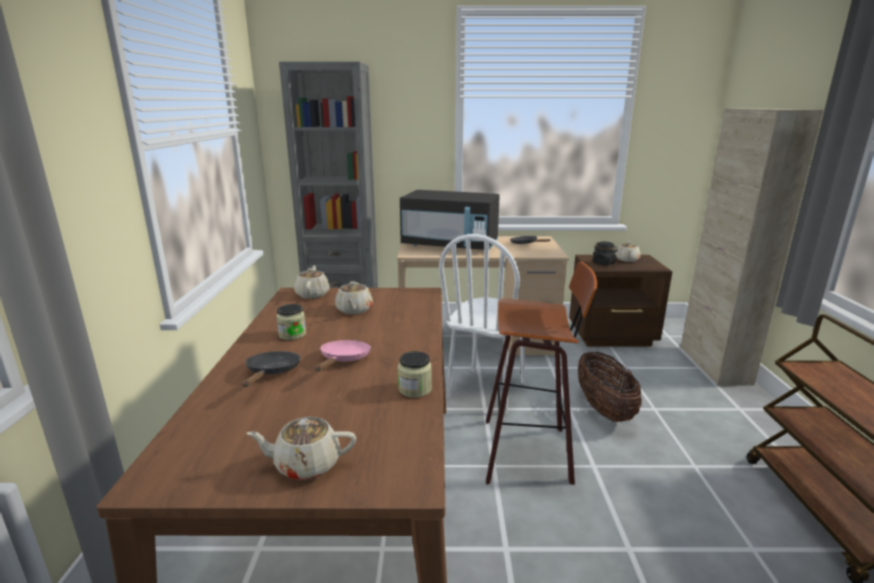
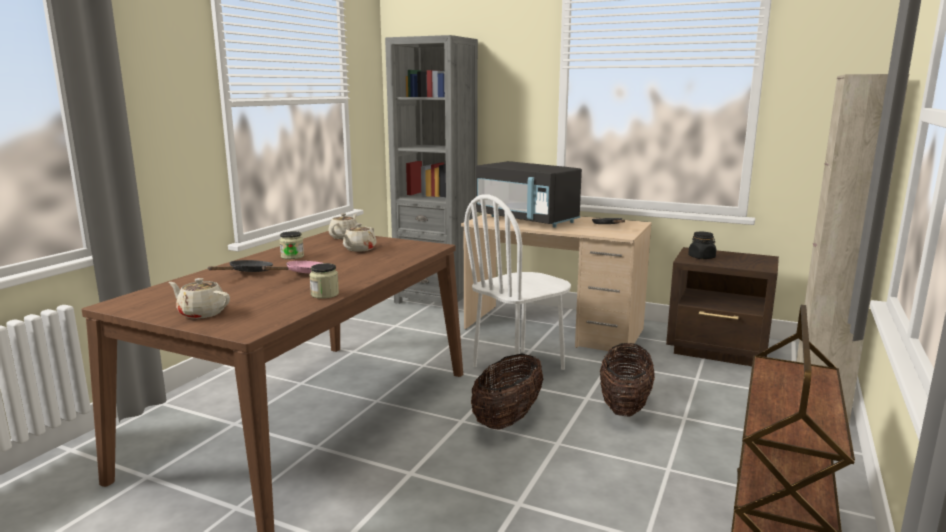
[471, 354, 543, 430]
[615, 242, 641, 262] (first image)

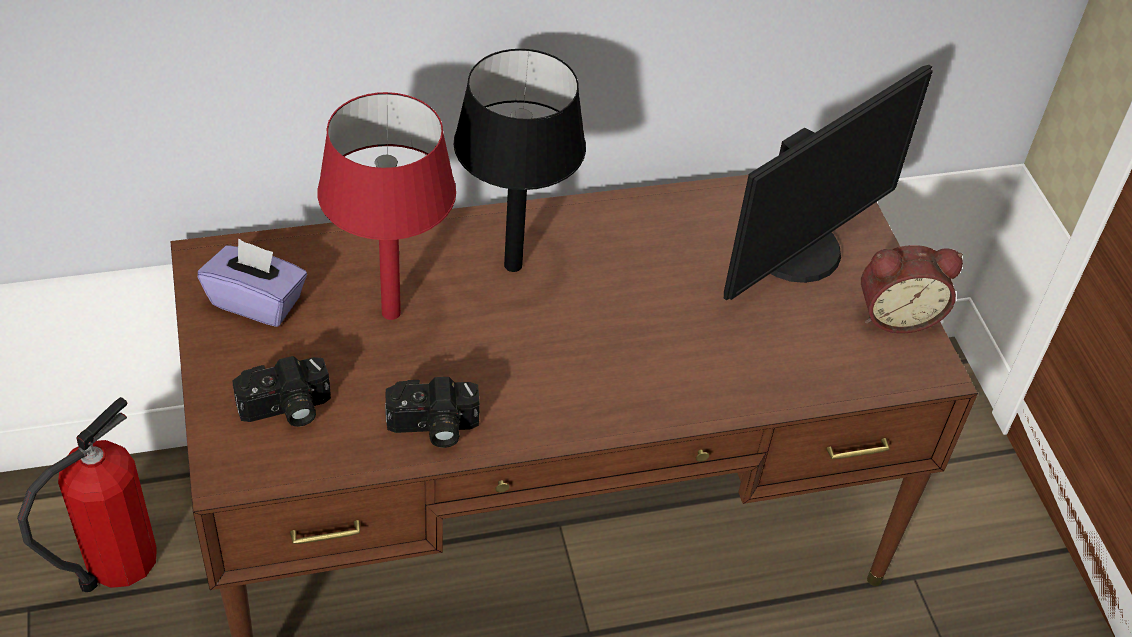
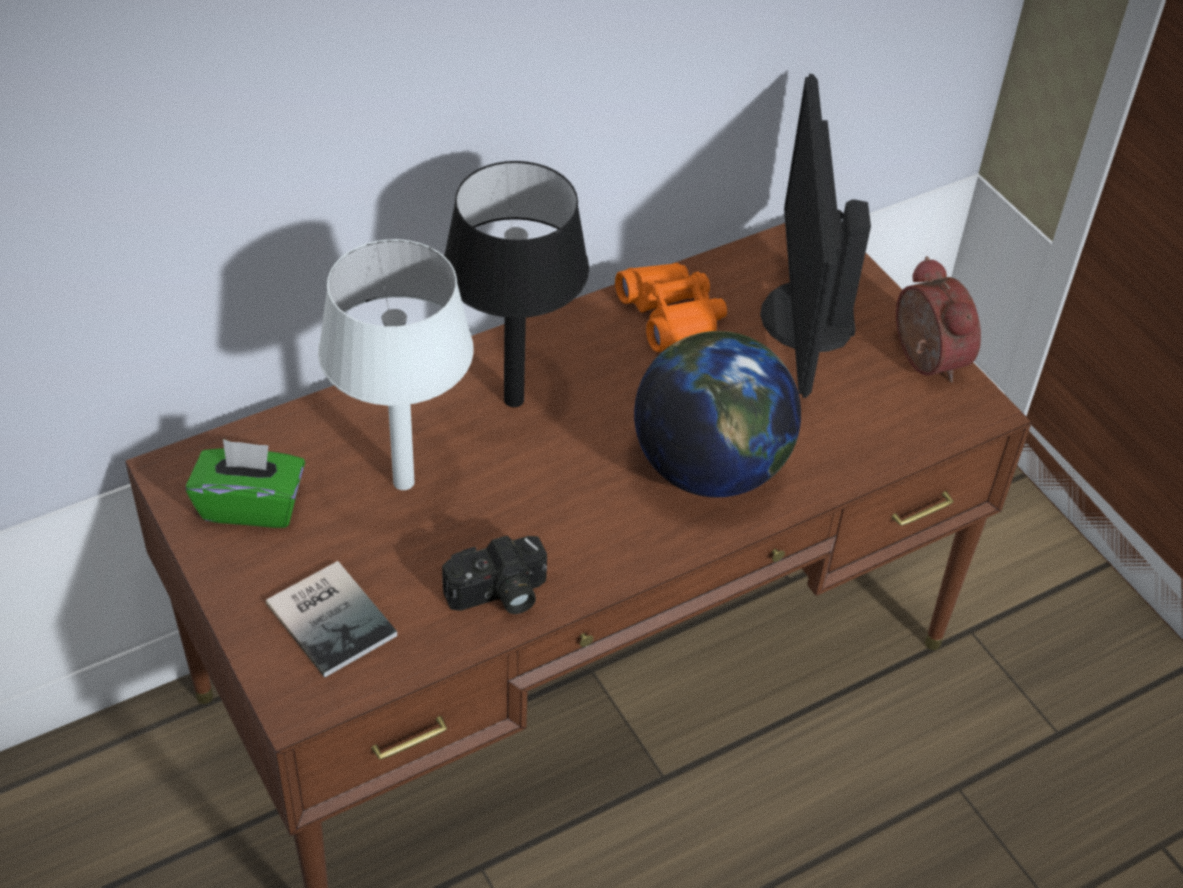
[17, 397, 157, 592] (first image)
[186, 439, 305, 528]
[266, 561, 397, 678]
[318, 239, 474, 490]
[760, 74, 871, 398]
[896, 256, 981, 382]
[615, 263, 727, 352]
[634, 331, 801, 497]

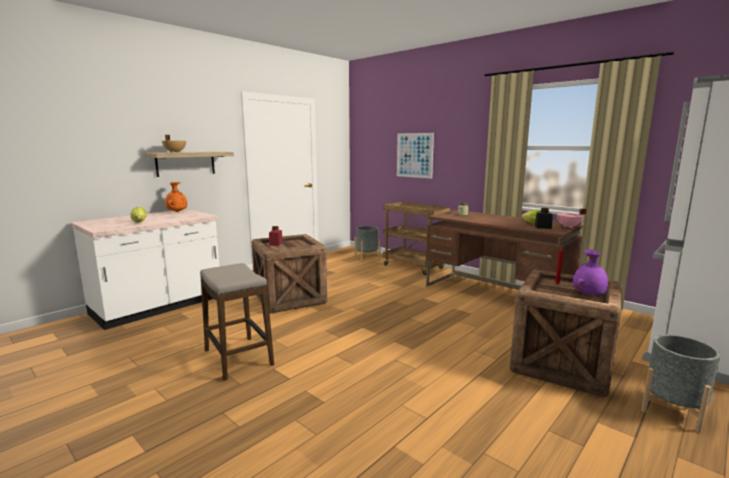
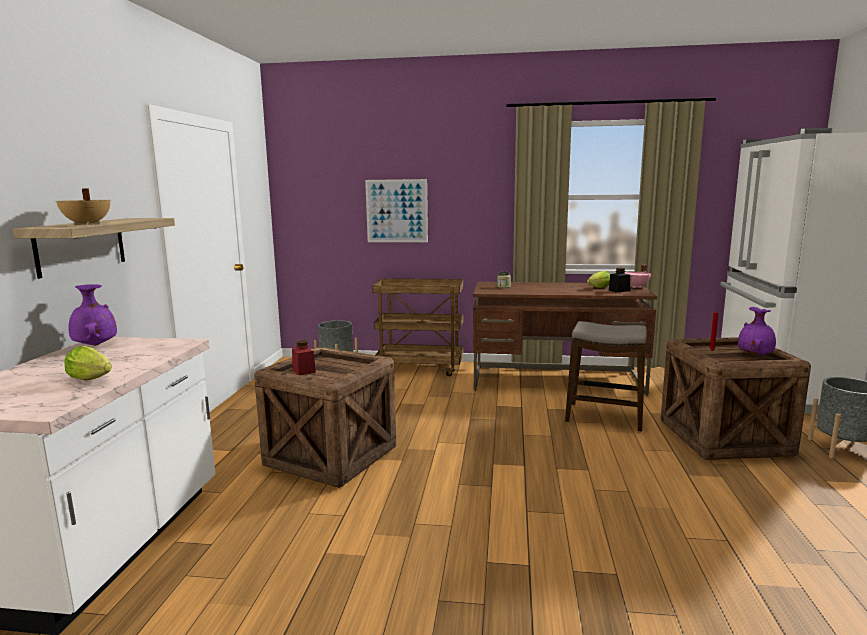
[68, 284, 117, 346]
[565, 321, 647, 432]

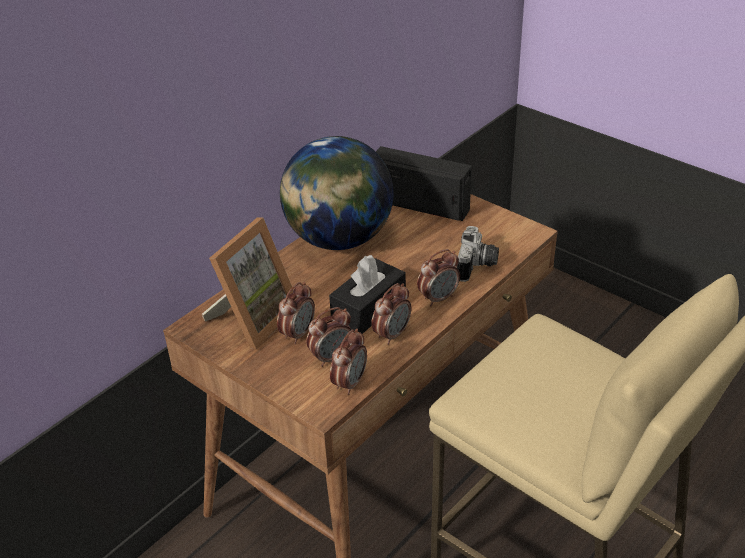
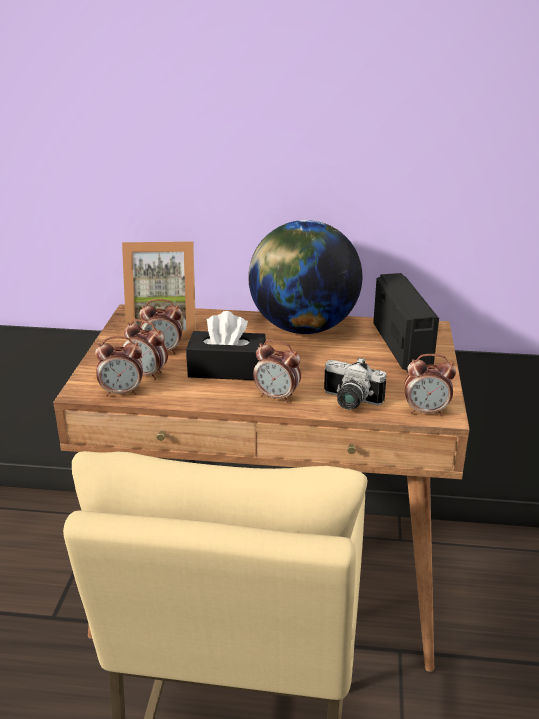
[404, 354, 456, 416]
[324, 357, 387, 410]

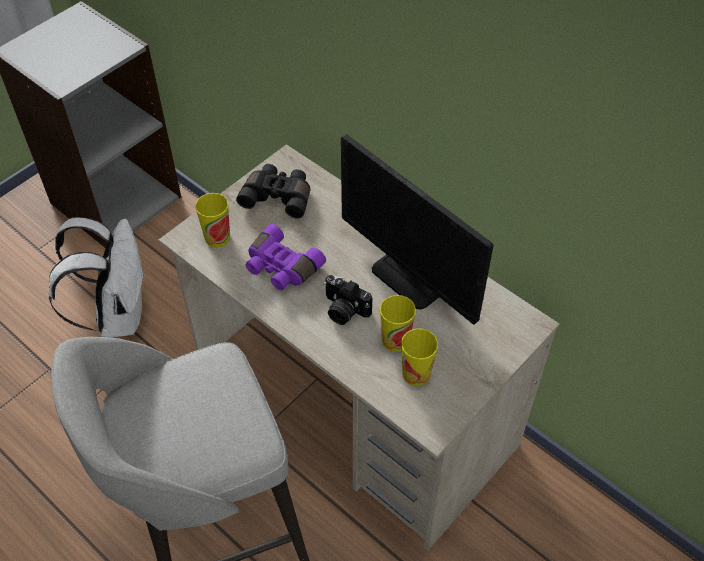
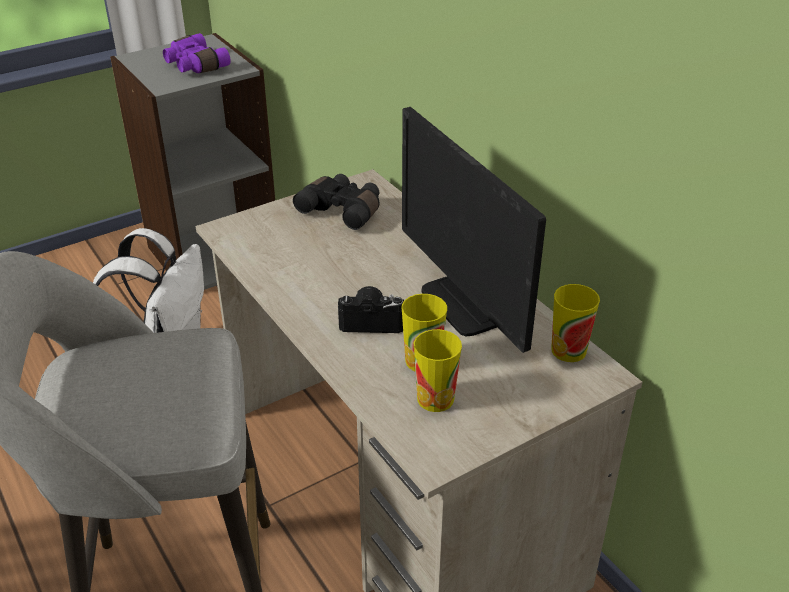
[551, 284, 600, 362]
[163, 33, 231, 73]
[338, 286, 404, 333]

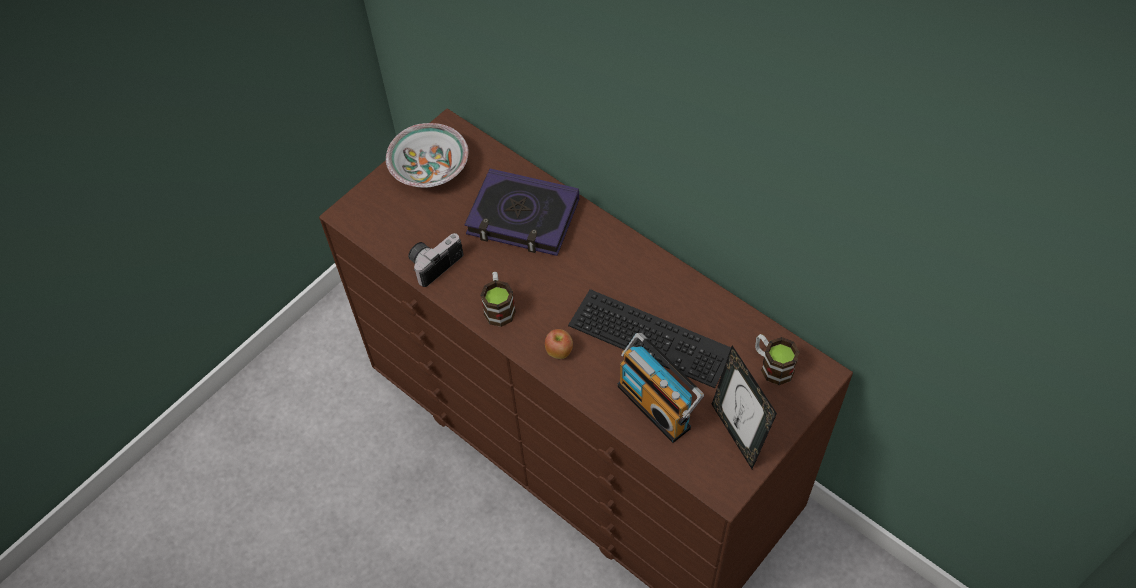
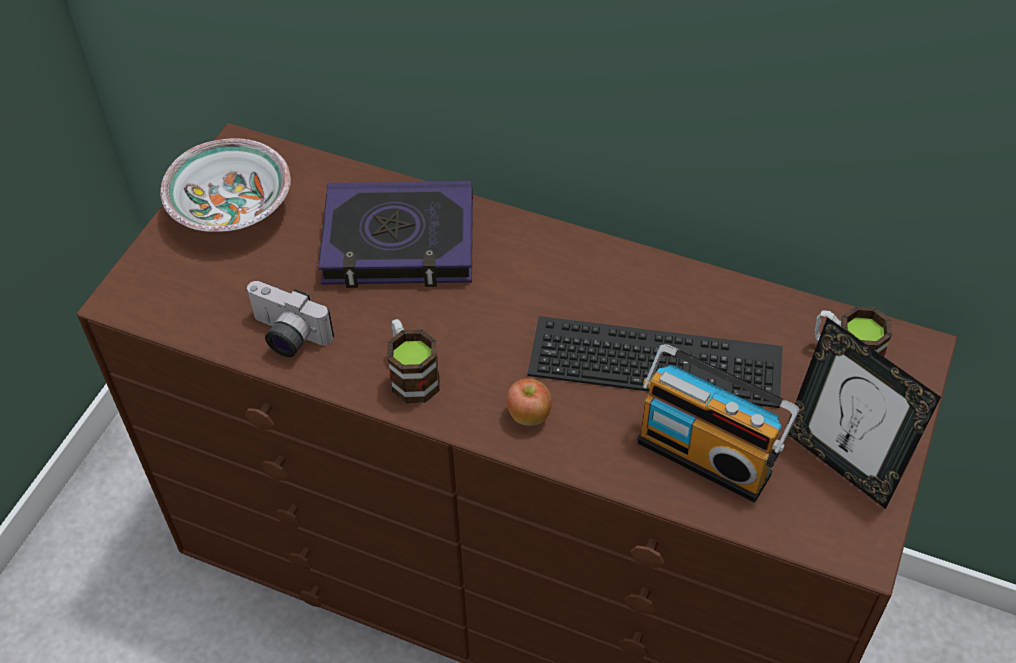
[246, 281, 334, 357]

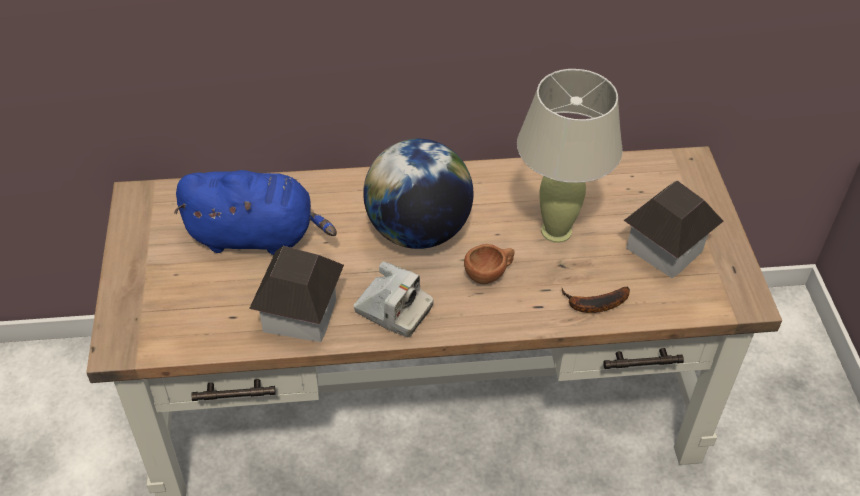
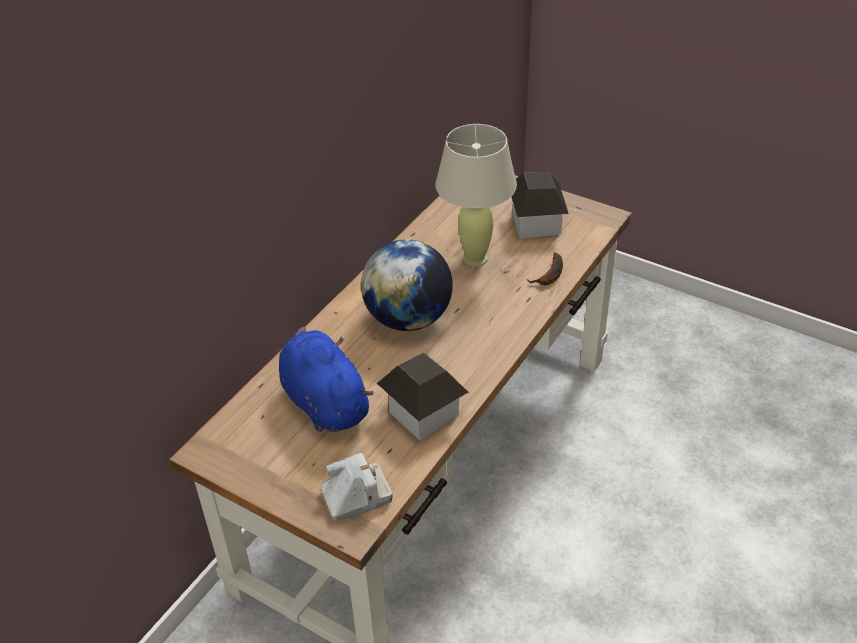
[279, 326, 374, 432]
[320, 453, 393, 521]
[464, 244, 515, 284] (first image)

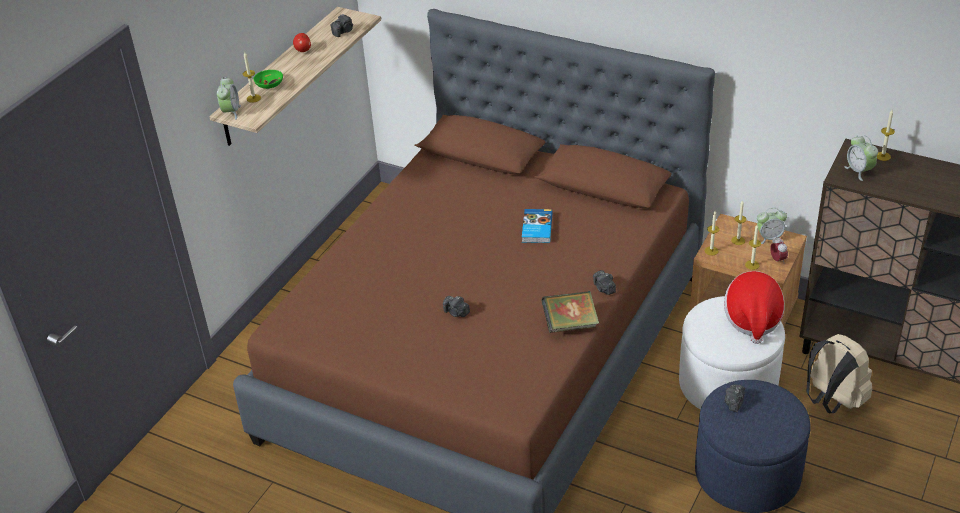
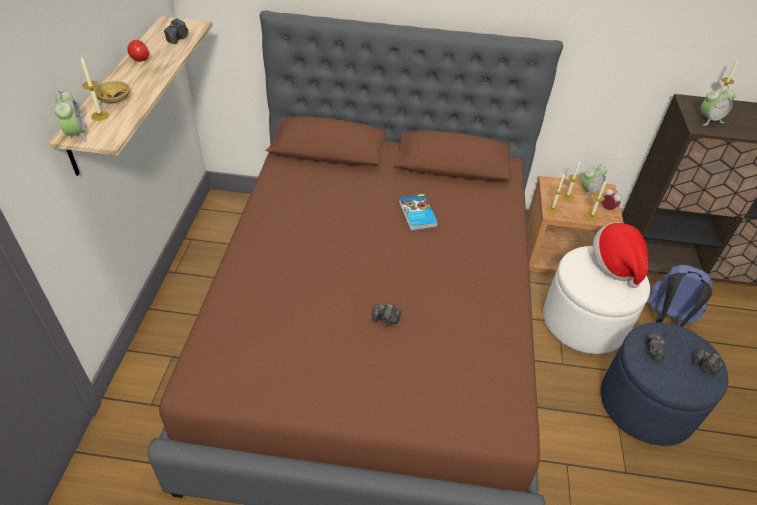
[94, 81, 130, 103]
[541, 291, 599, 333] (first image)
[692, 349, 724, 374]
[647, 265, 713, 327]
[701, 86, 736, 126]

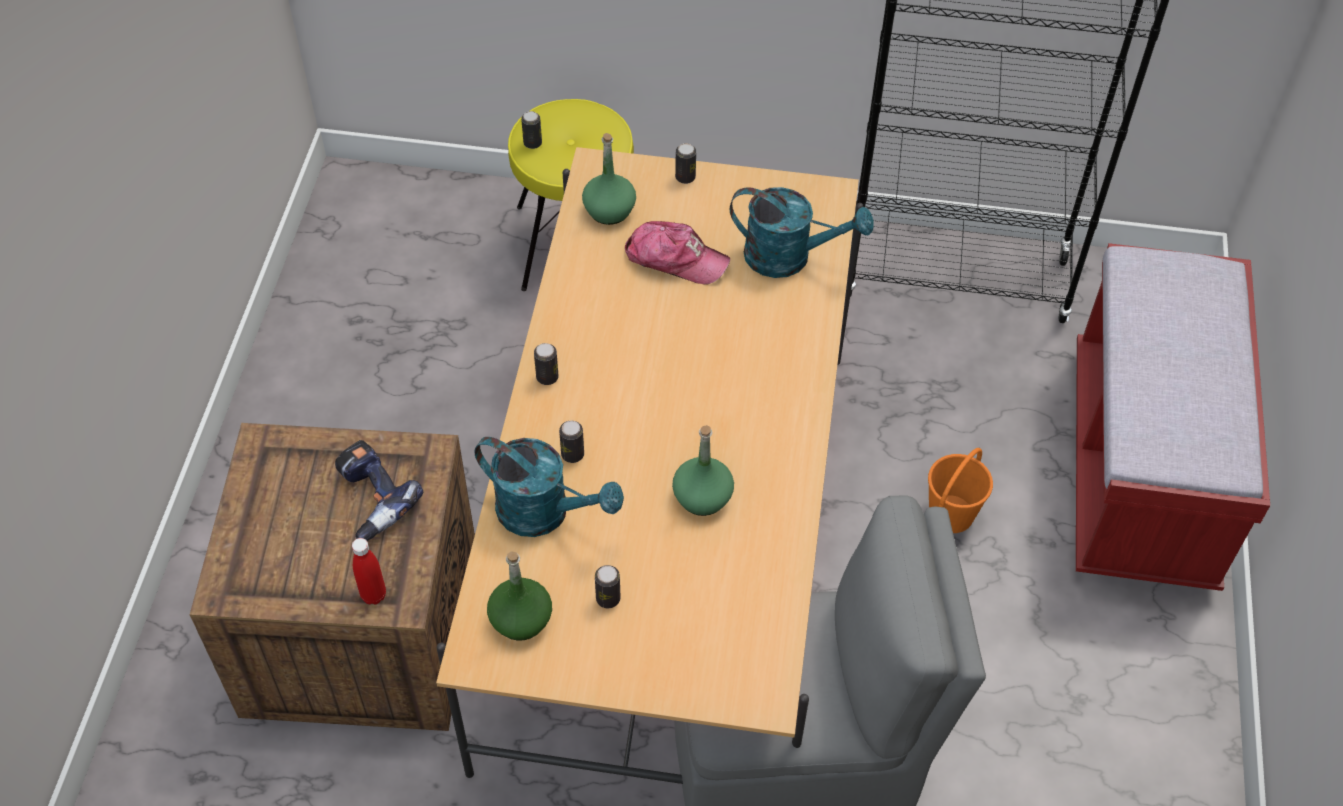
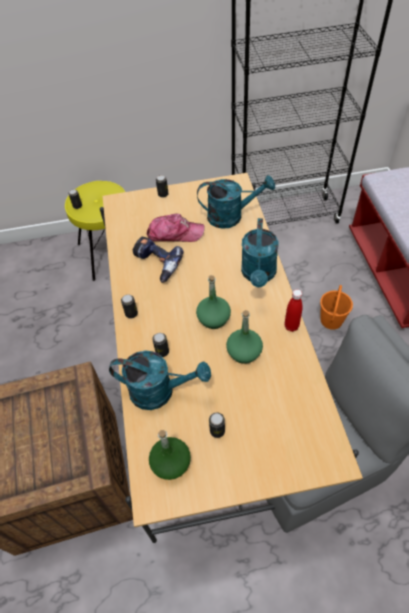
[133, 236, 184, 283]
[284, 289, 303, 332]
[196, 275, 231, 329]
[241, 218, 279, 287]

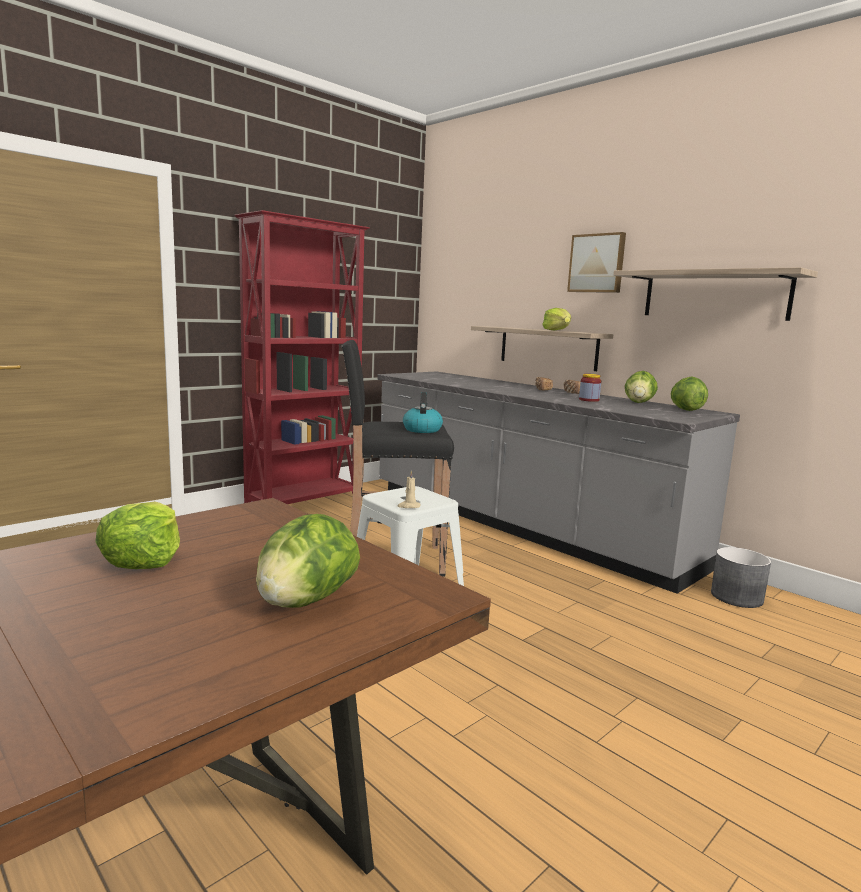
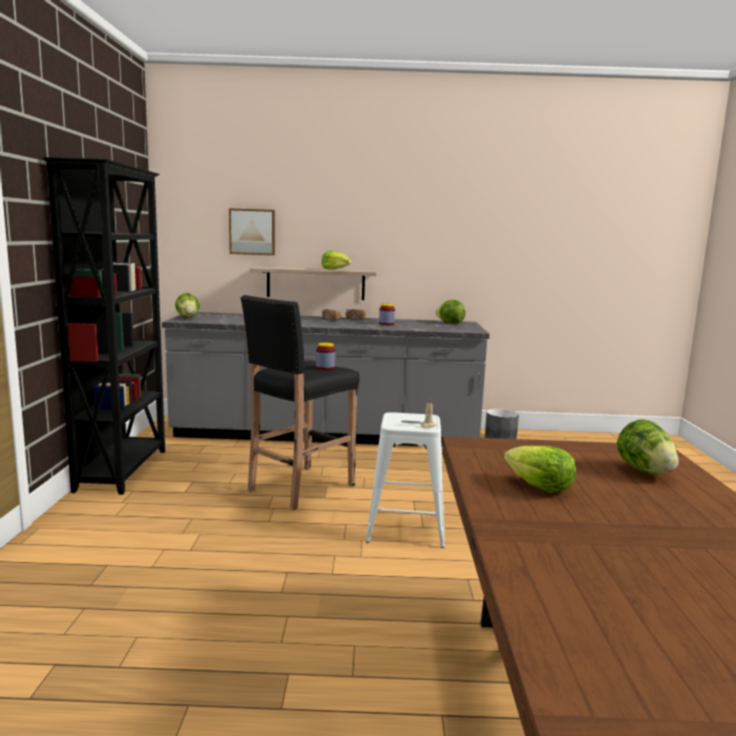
[43, 157, 165, 495]
[316, 343, 336, 370]
[229, 208, 275, 255]
[613, 267, 818, 321] (first image)
[175, 293, 200, 318]

